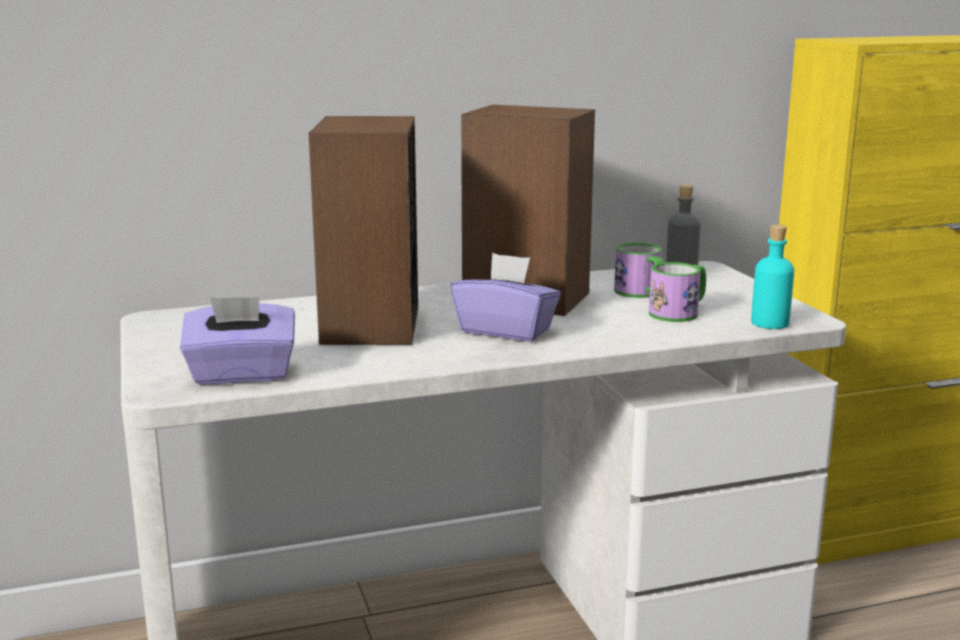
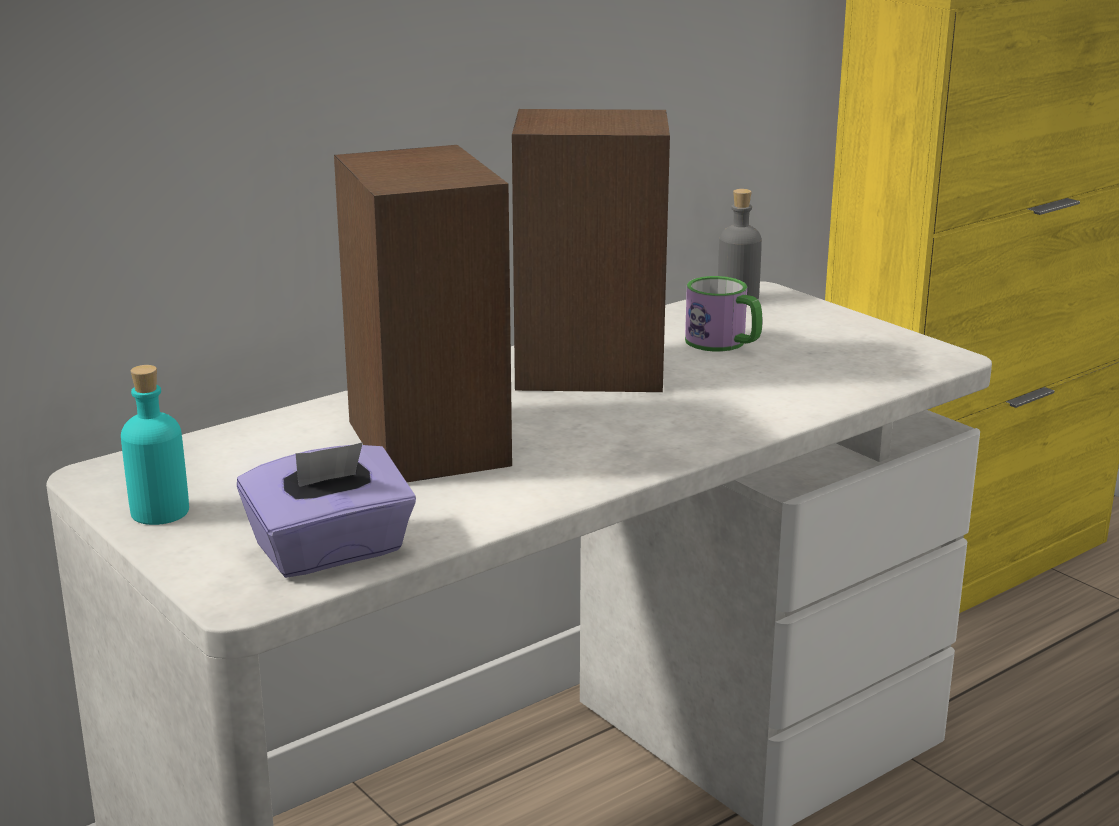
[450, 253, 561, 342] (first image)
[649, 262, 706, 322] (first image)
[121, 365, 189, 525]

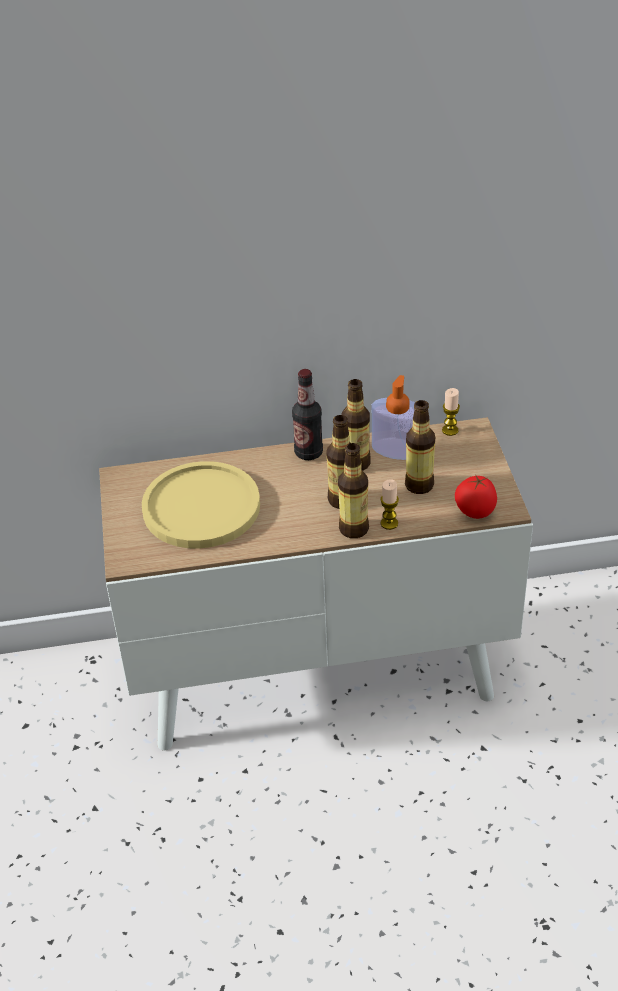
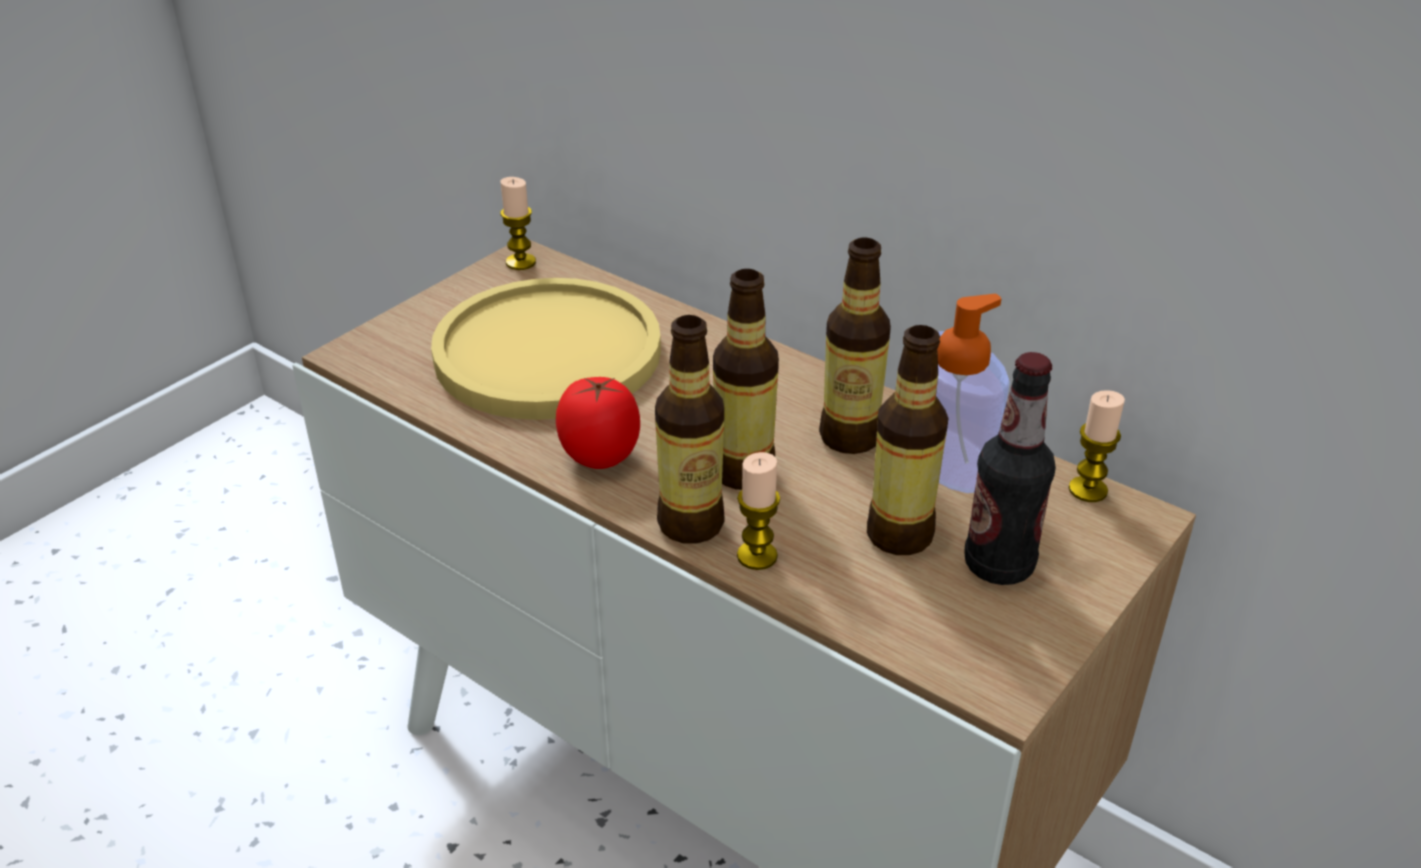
[964, 352, 1056, 585]
[556, 377, 640, 469]
[500, 177, 536, 270]

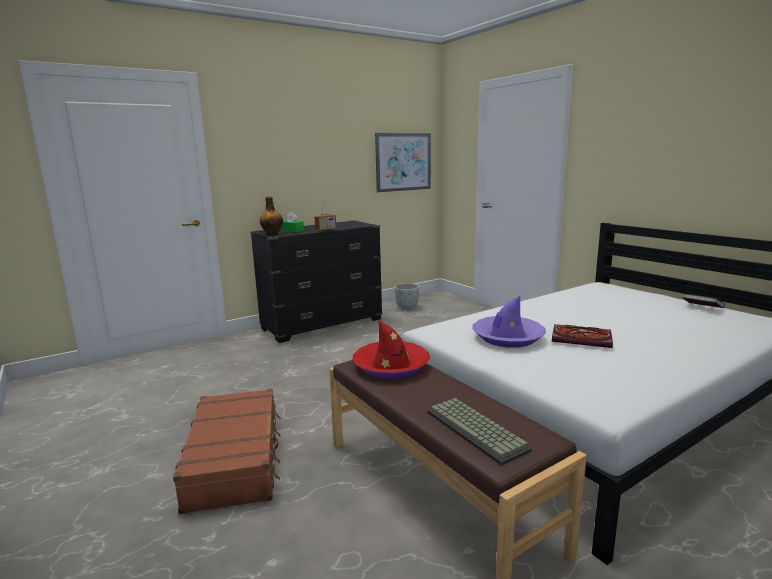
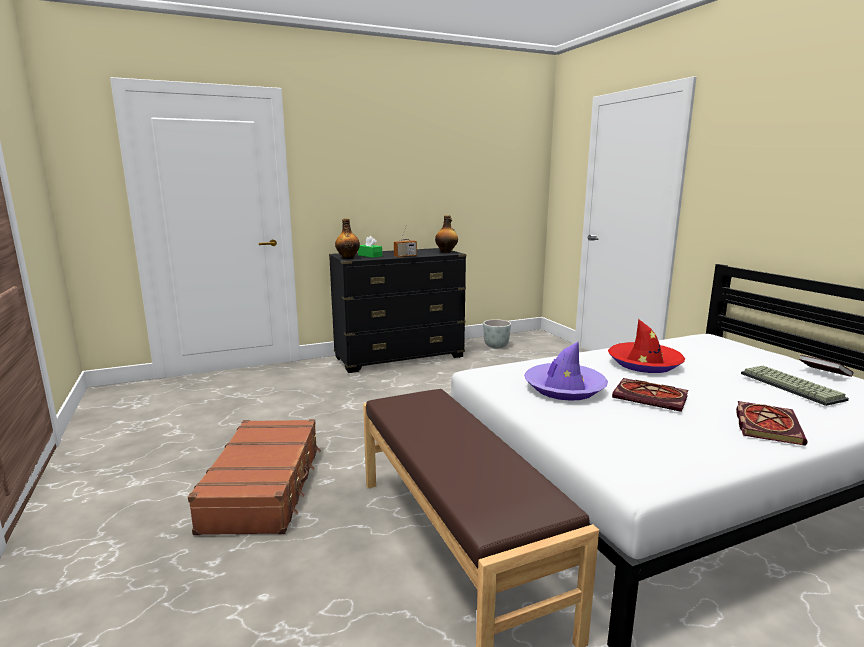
[608, 319, 685, 373]
[375, 133, 431, 192] (first image)
[741, 366, 849, 406]
[435, 215, 458, 253]
[736, 401, 808, 446]

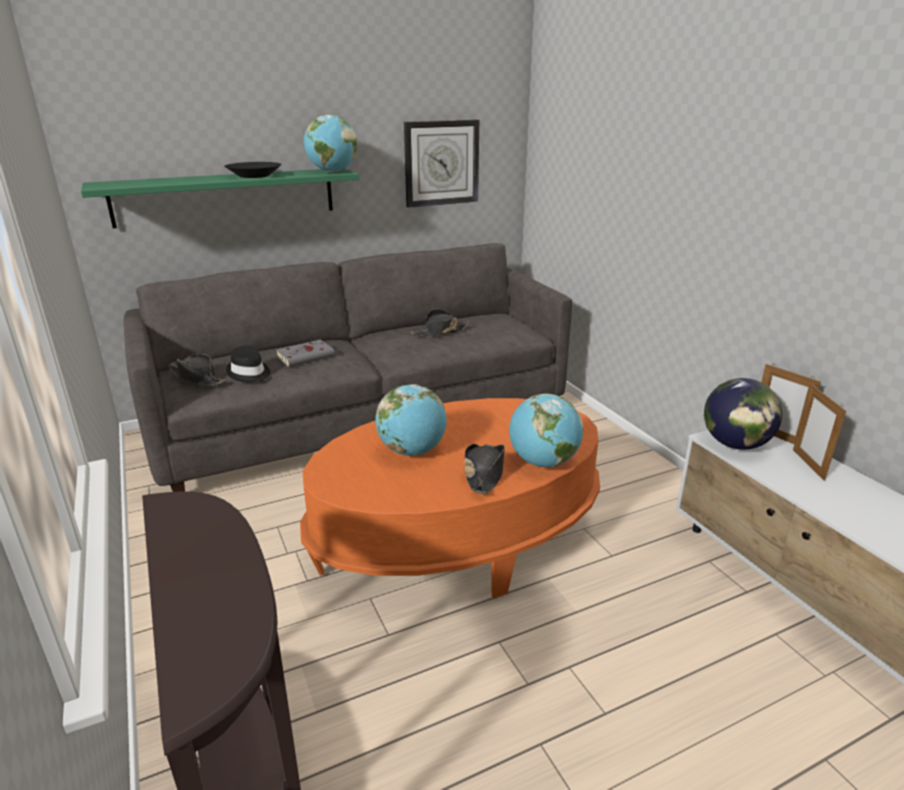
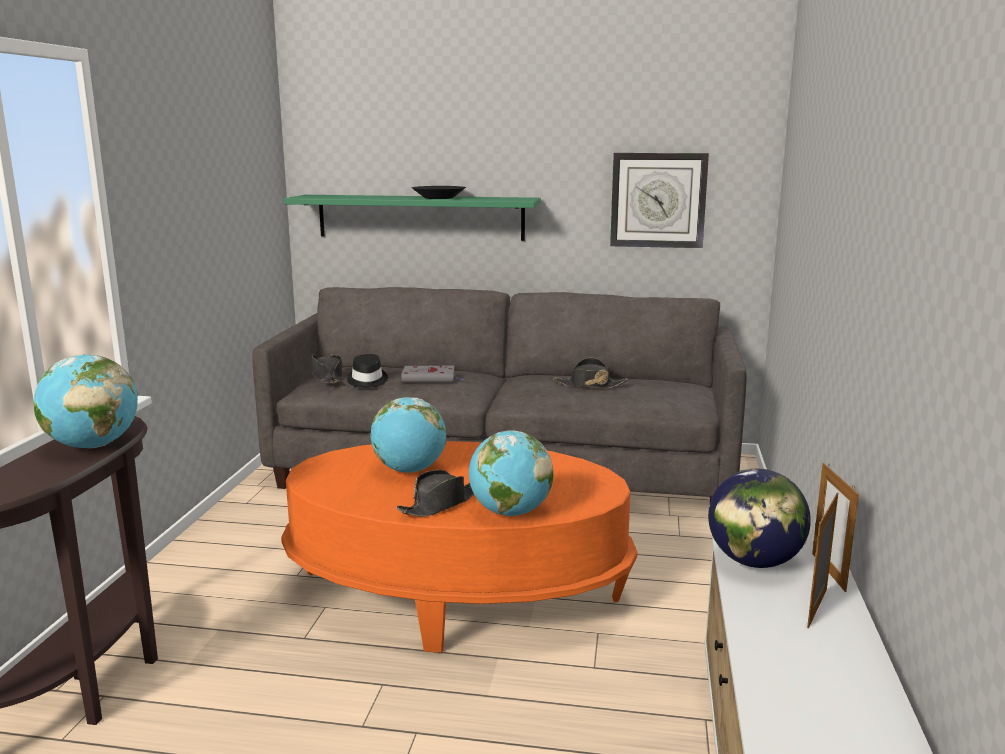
[34, 355, 138, 448]

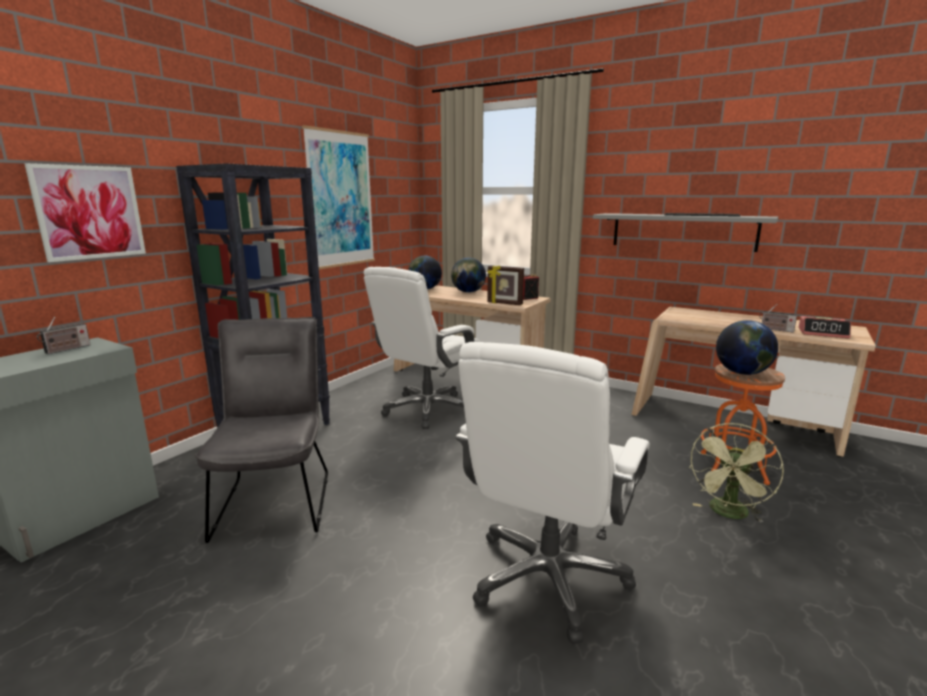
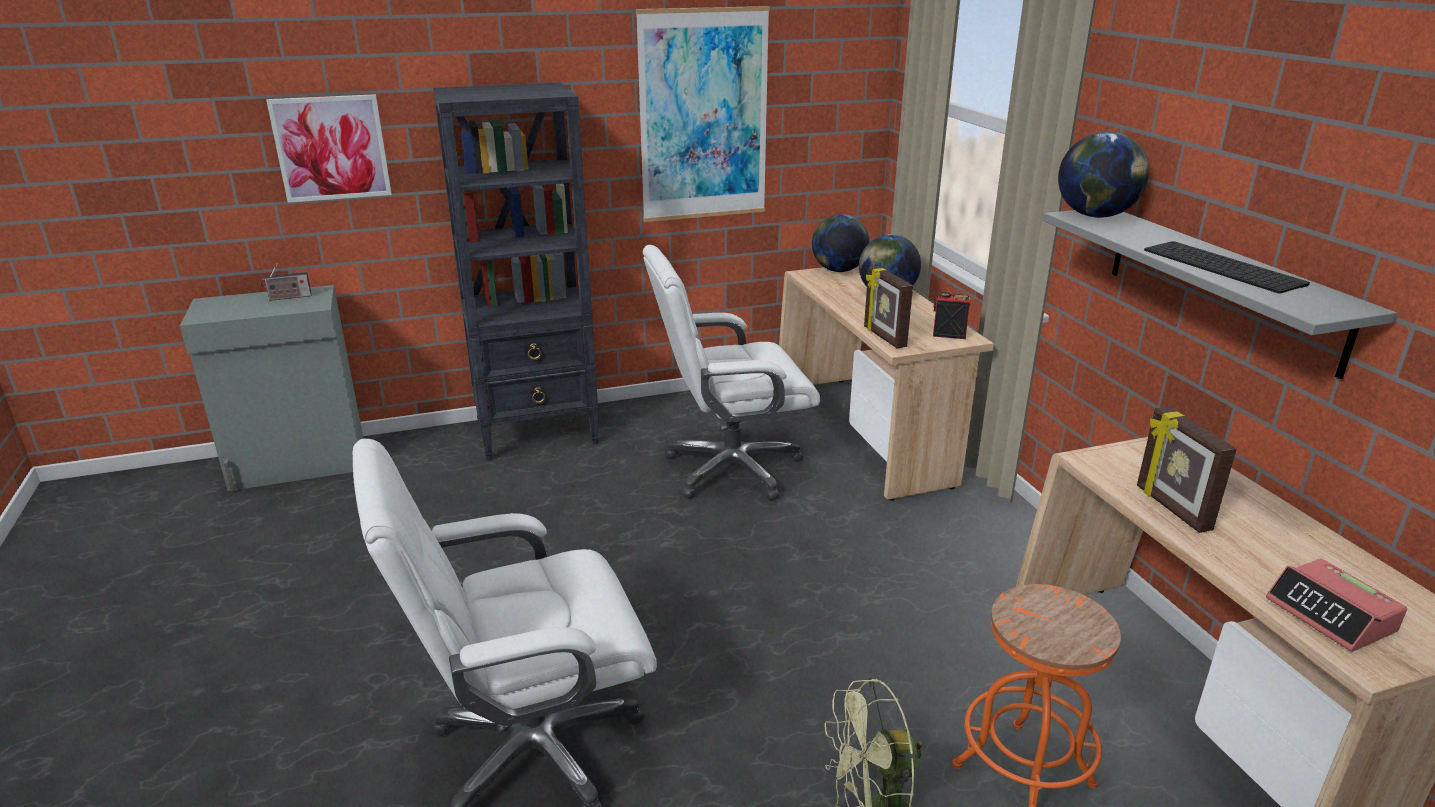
[195, 317, 328, 543] (first image)
[1058, 132, 1149, 218]
[759, 304, 797, 333] (first image)
[1137, 406, 1236, 533]

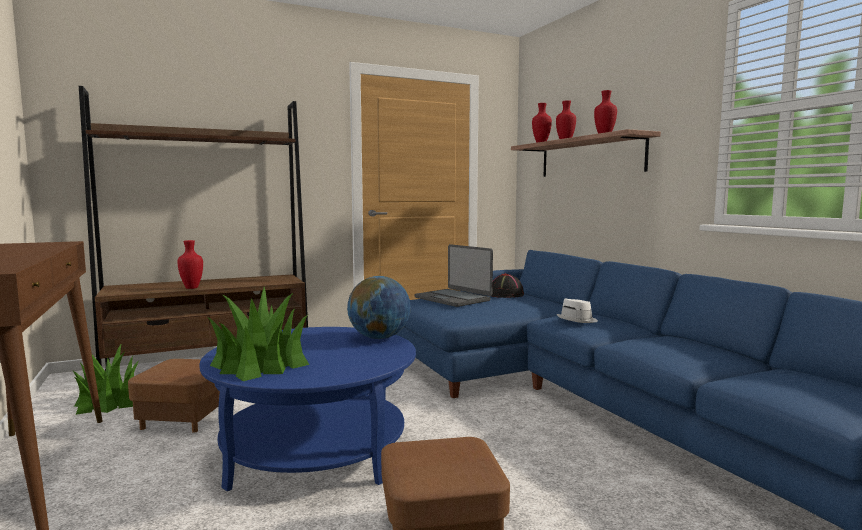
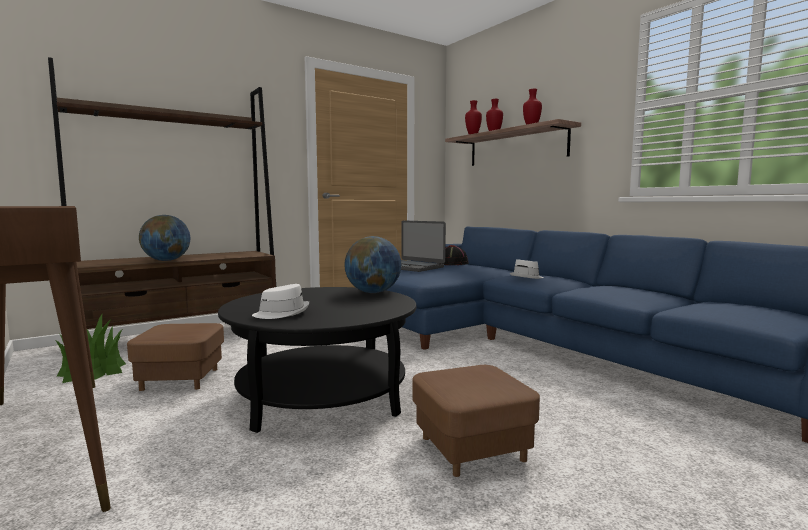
[139, 215, 190, 261]
[218, 287, 416, 433]
[252, 284, 309, 319]

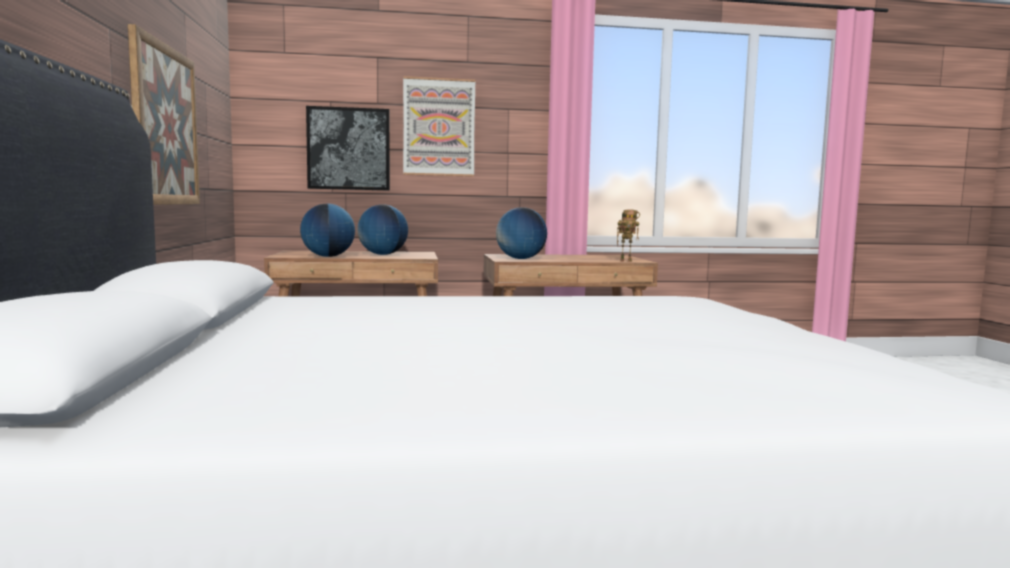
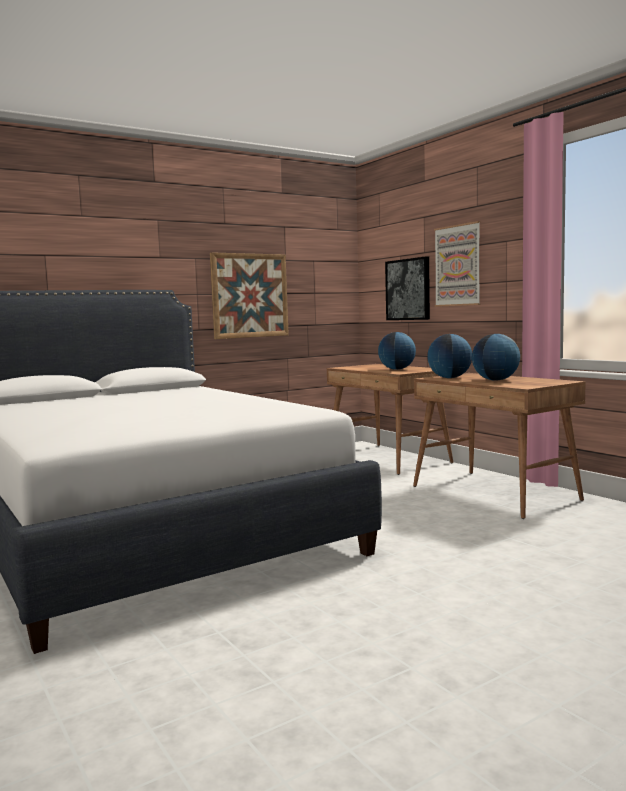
[472, 334, 520, 381]
[617, 209, 640, 262] (first image)

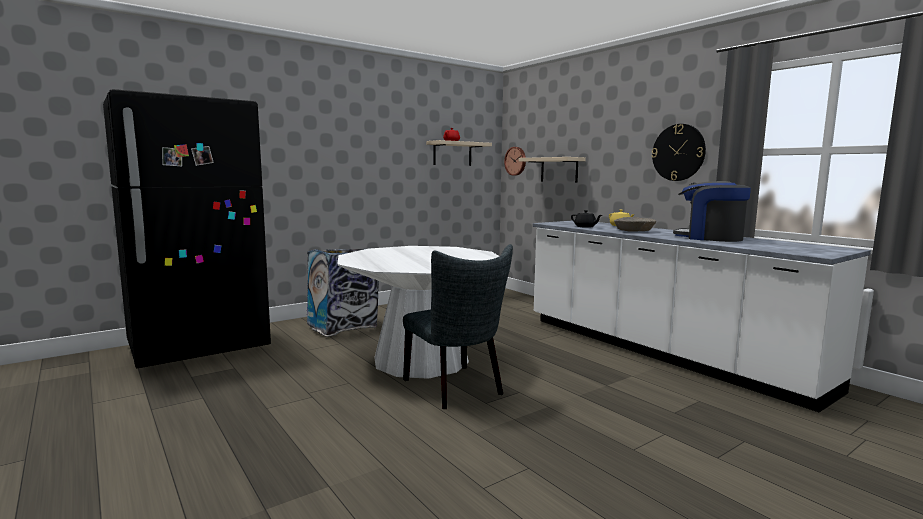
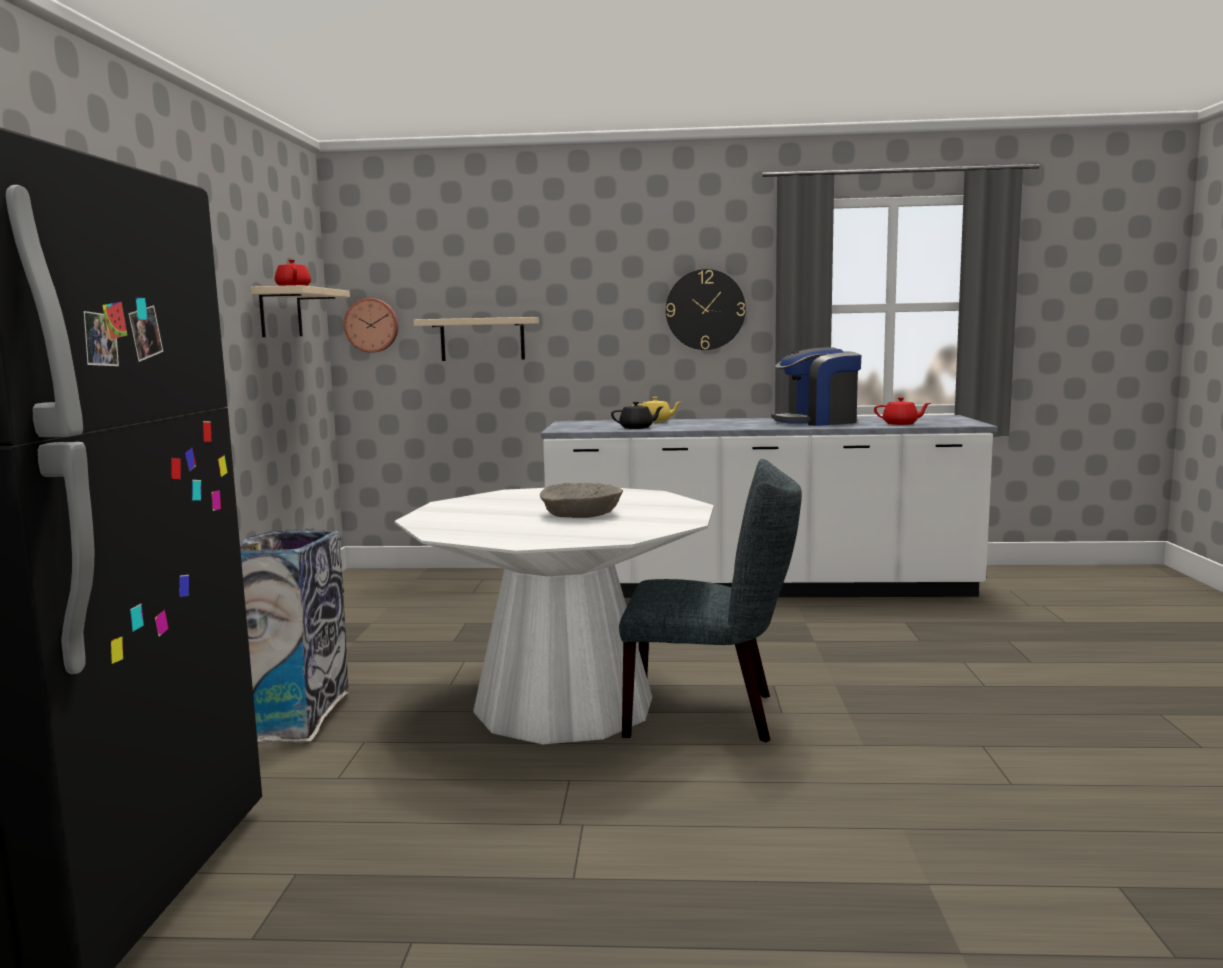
[540, 483, 623, 518]
[874, 397, 931, 425]

